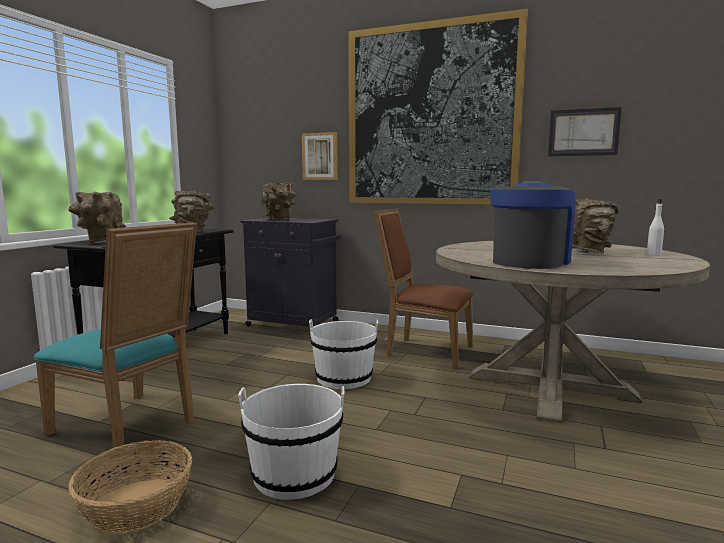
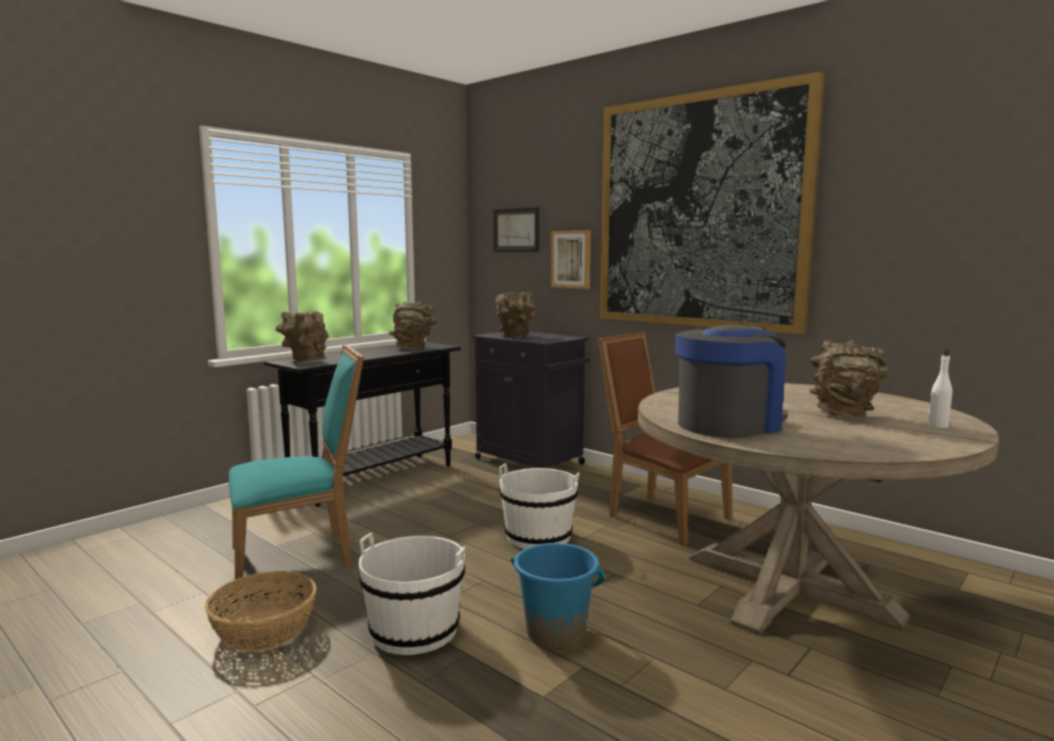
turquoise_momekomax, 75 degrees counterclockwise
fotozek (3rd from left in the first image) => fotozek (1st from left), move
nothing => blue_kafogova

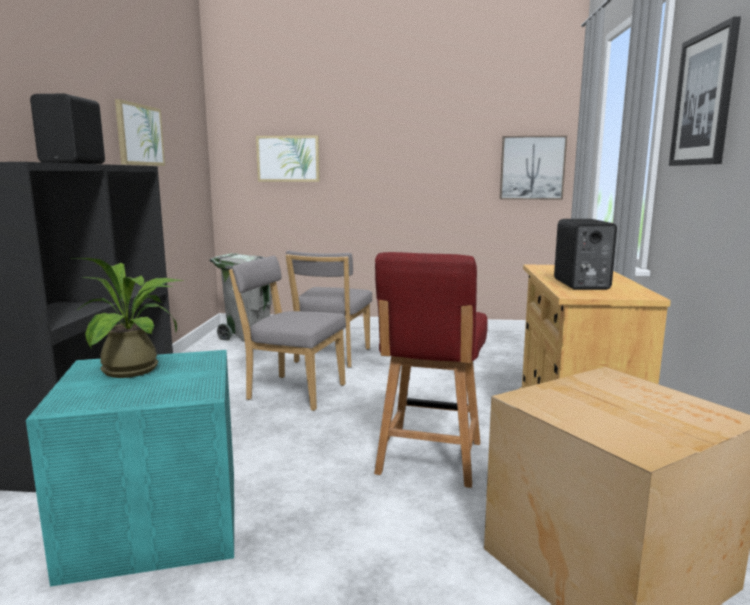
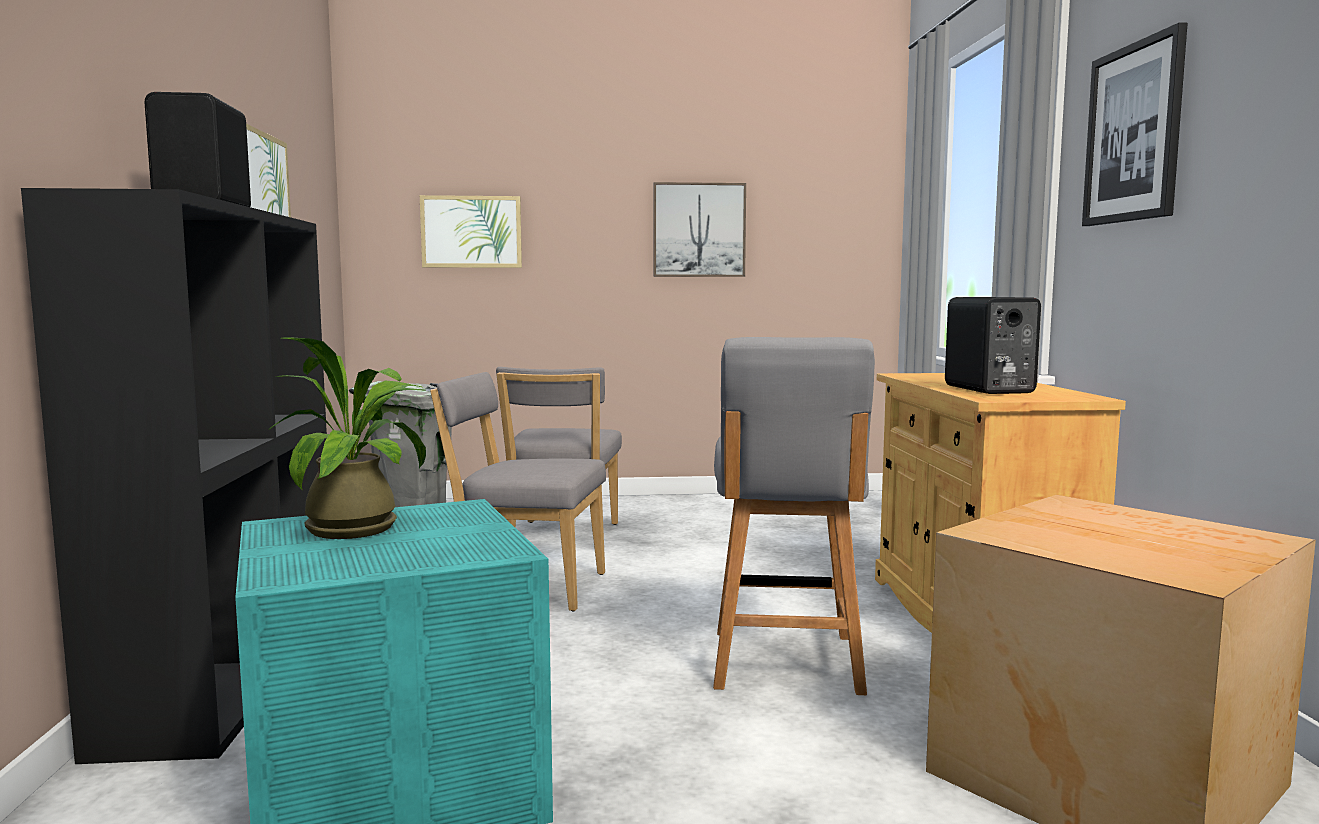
red_momekomax => grey_momekomax (3rd from left)
fotozek (3rd from left), move

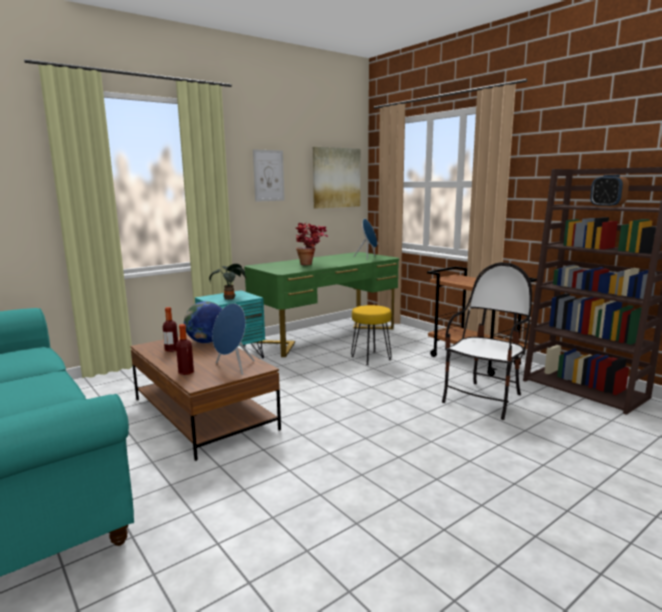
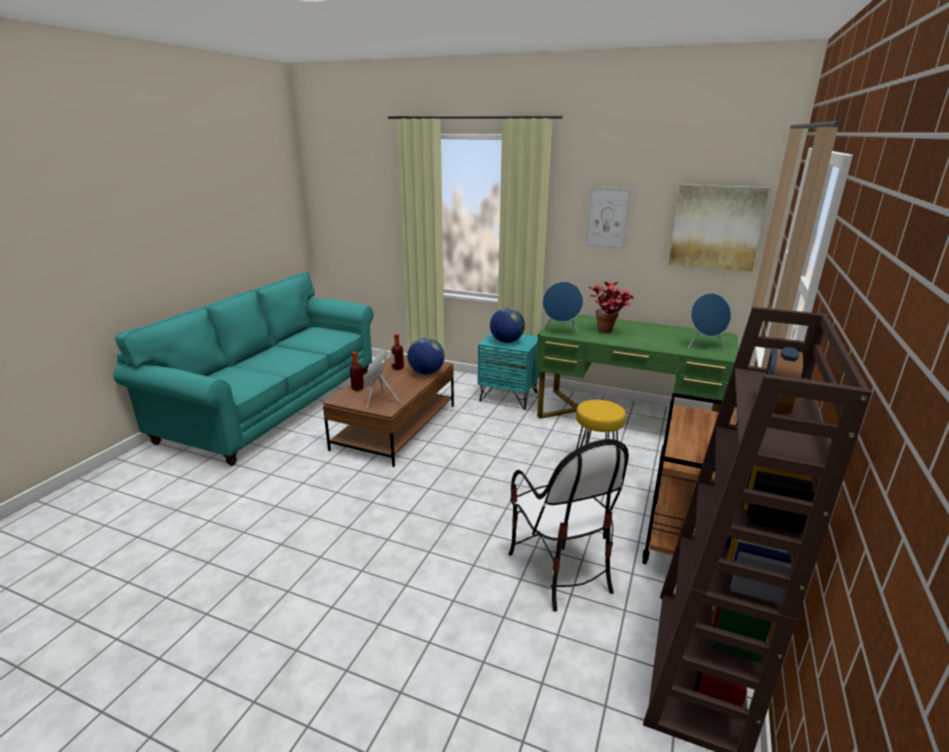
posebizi (1st from left) => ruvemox (2nd from left)
momekomax, 60 degrees clockwise
nothing => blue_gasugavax (2nd from left)

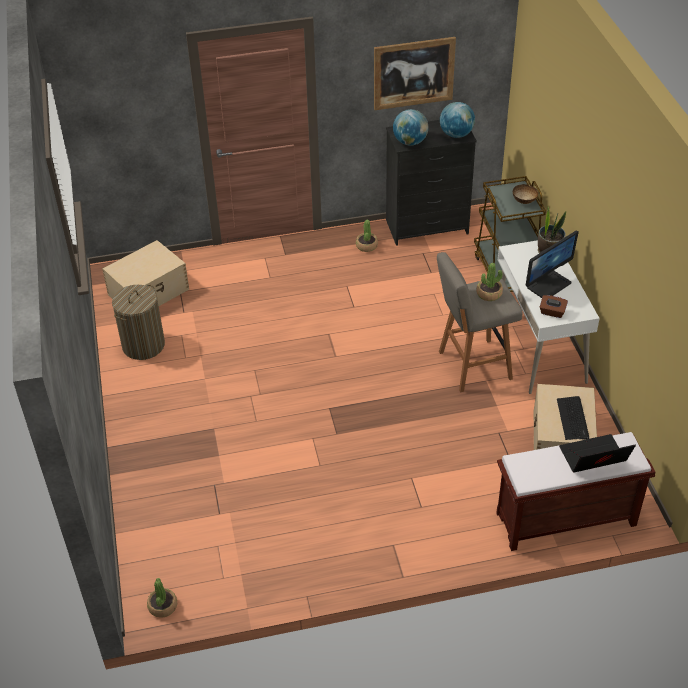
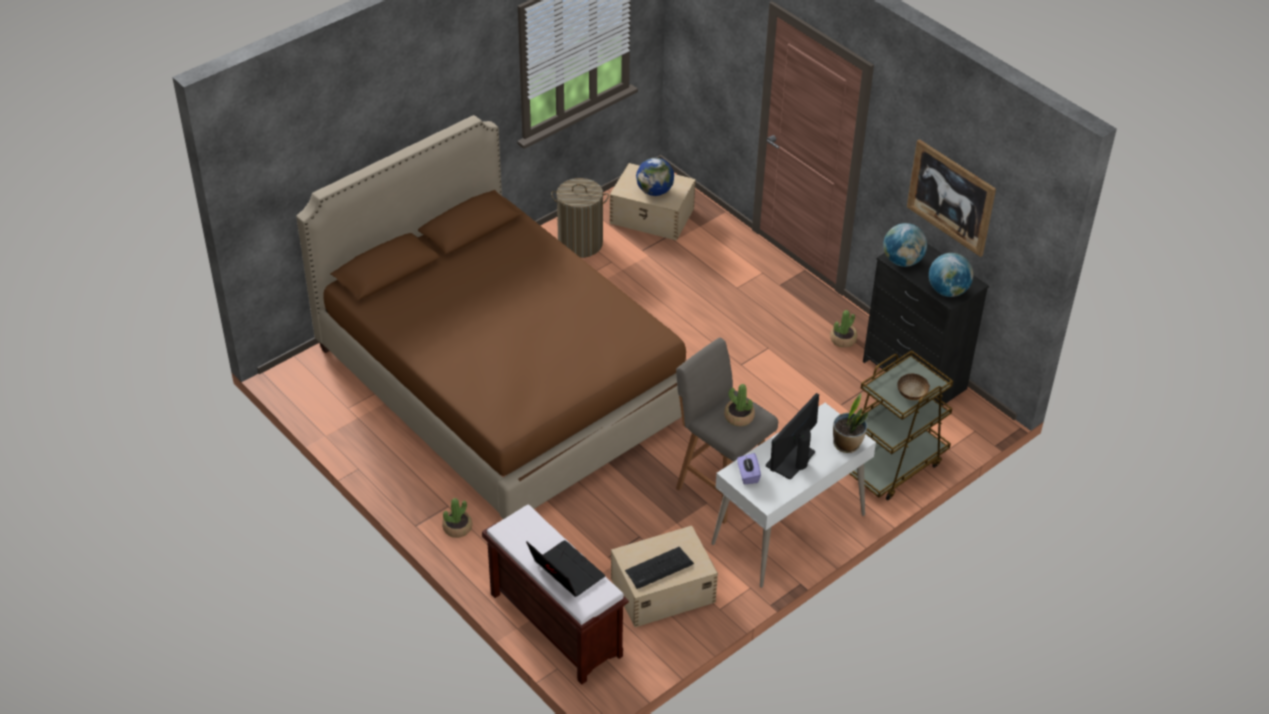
posebizi (1st from left), move
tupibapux, 105 degrees clockwise
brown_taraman => purple_taraman
nothing => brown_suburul
nothing => ruvemox (1st from left)

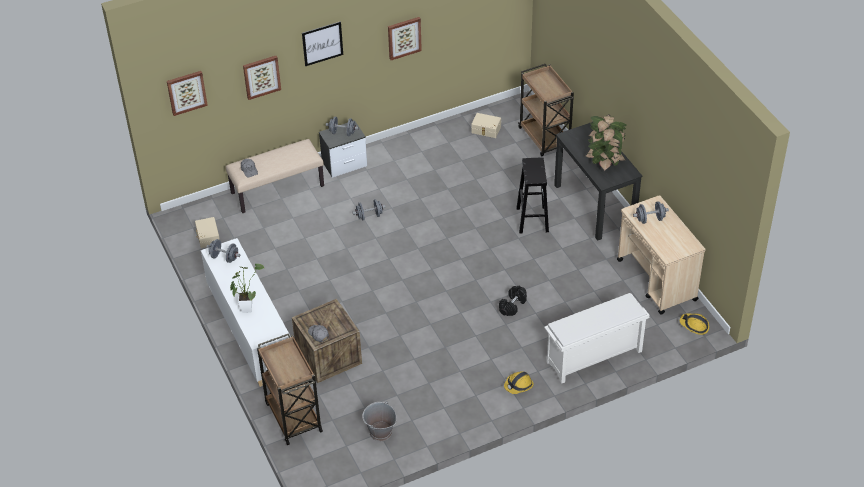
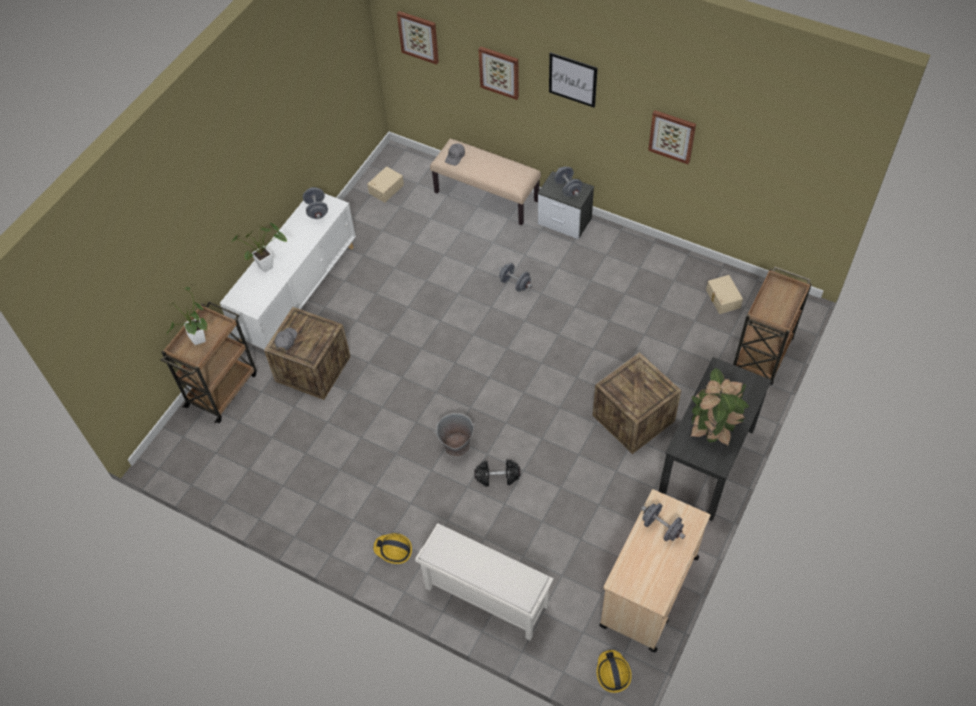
grey_kafogova, move
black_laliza => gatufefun (2nd from left)
nothing => posebizi (1st from left)

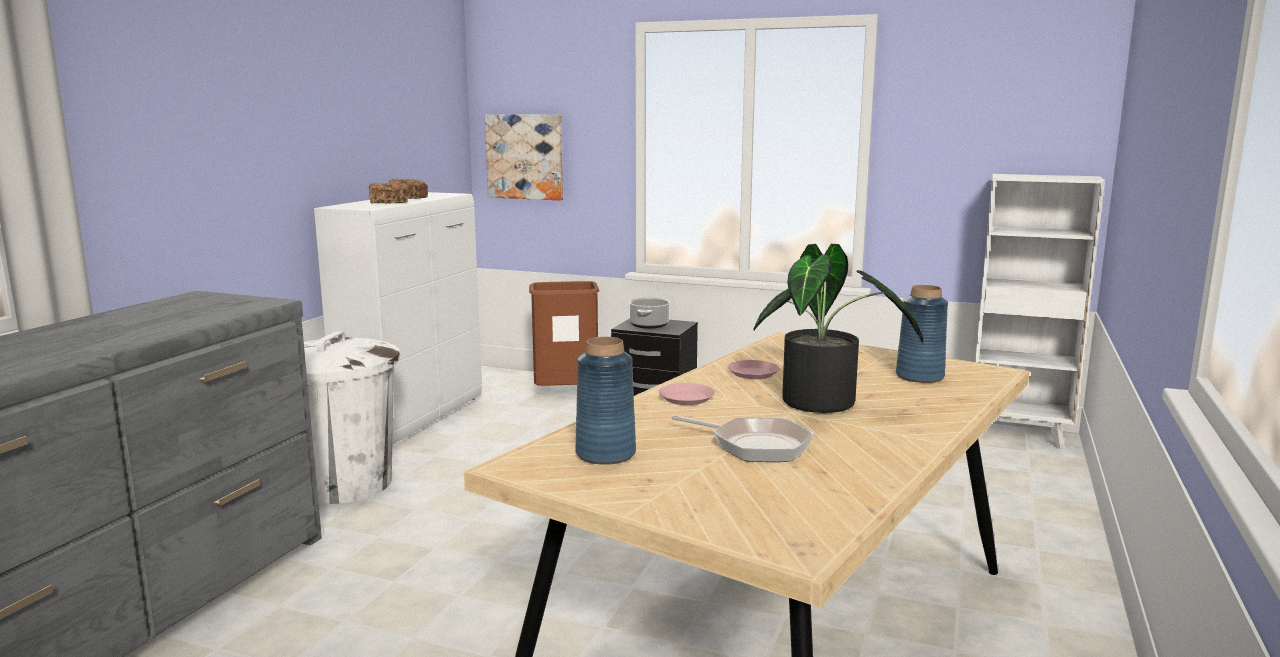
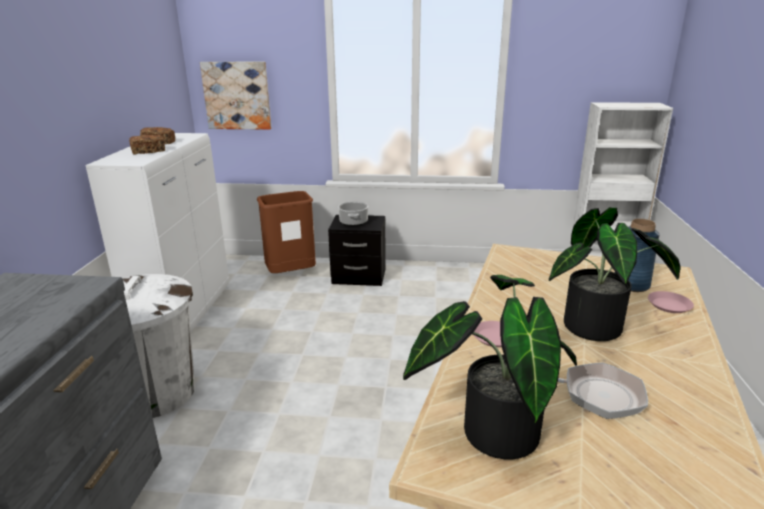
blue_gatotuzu (1st from left) => posebizi (1st from left)
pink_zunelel (2nd from left), move

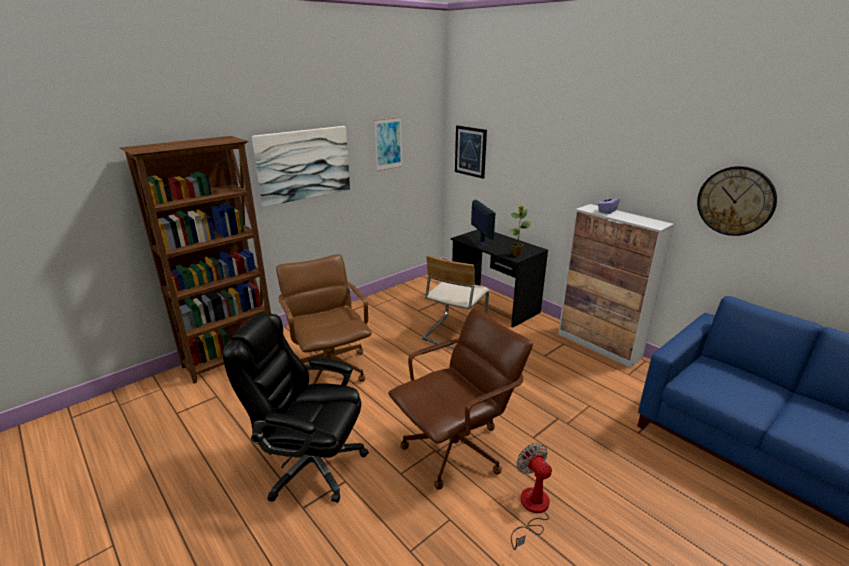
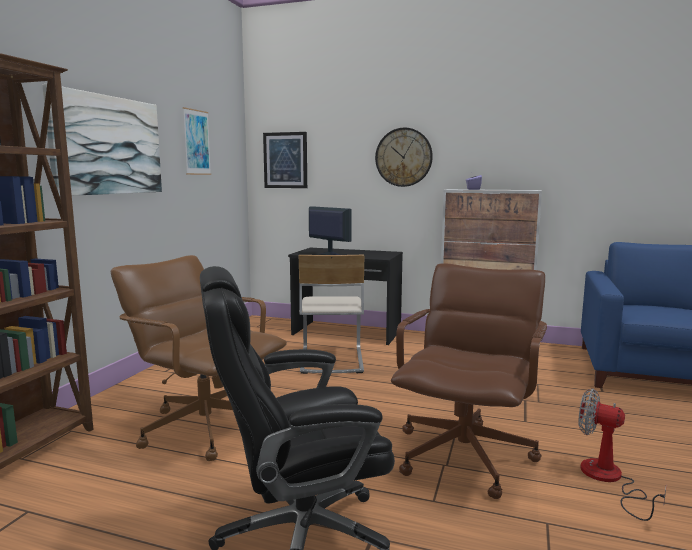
posebizi => nothing
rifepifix, move

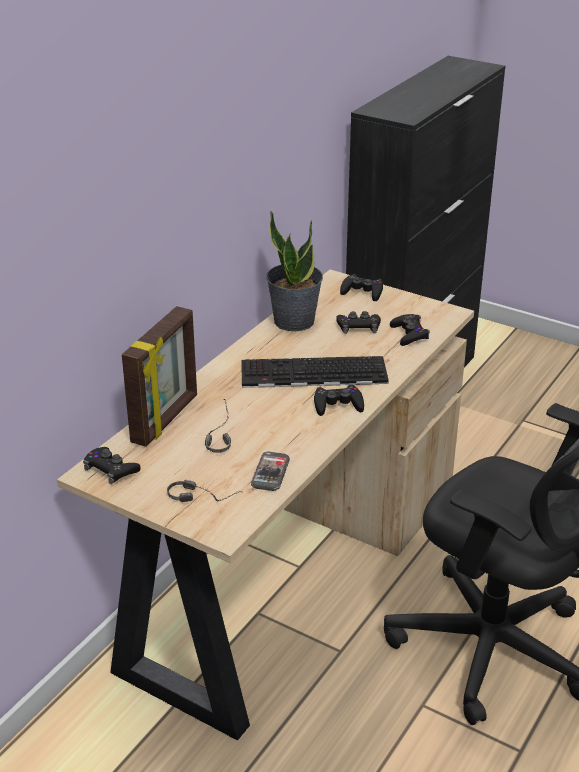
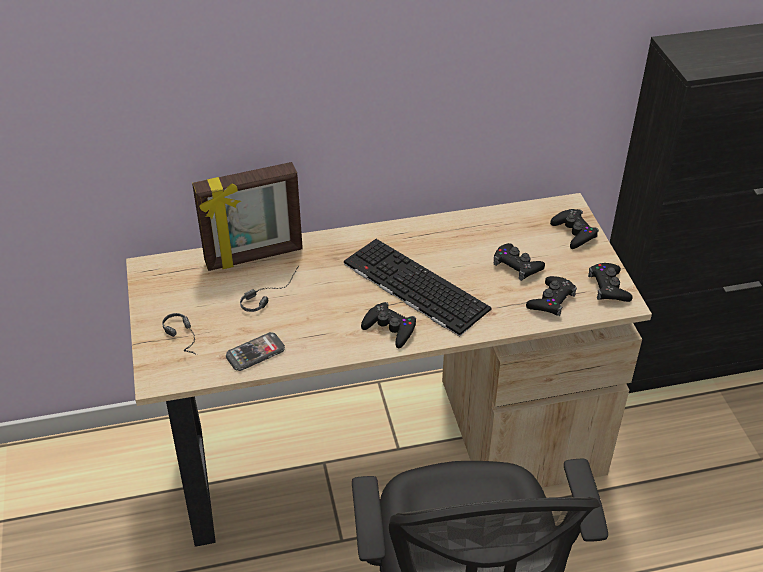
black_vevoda (1st from left in the first image) => black_vevoda (5th from left), move
posebizi => nothing

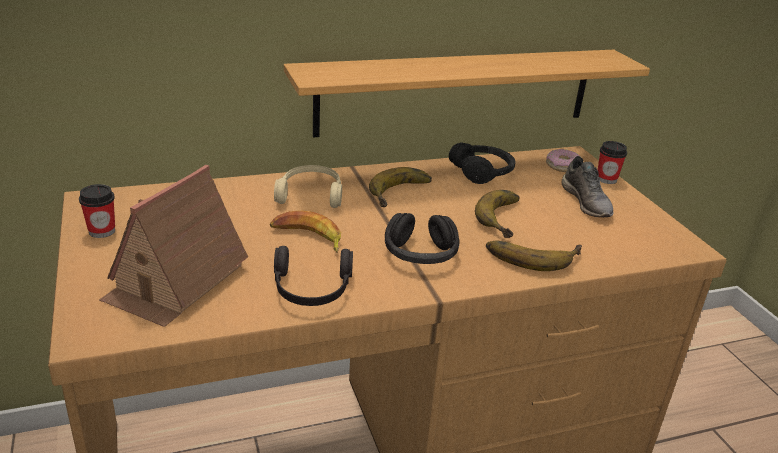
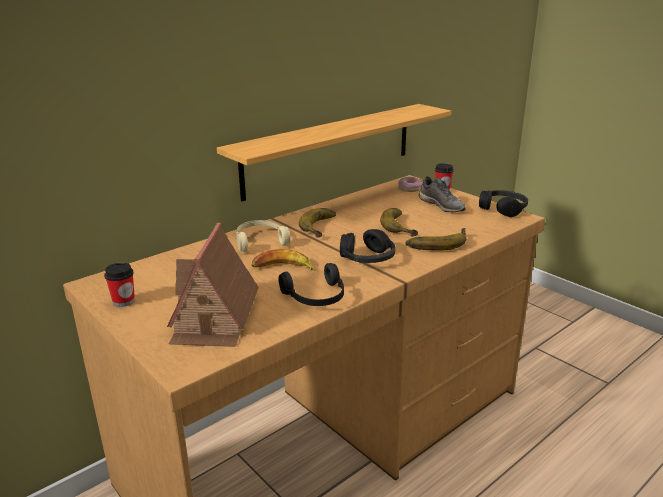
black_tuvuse (3rd from left), move

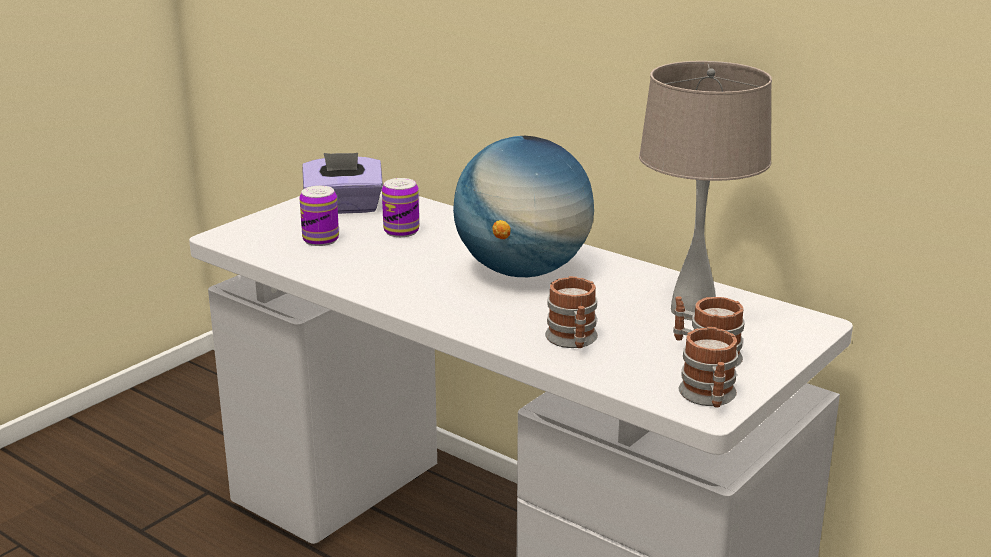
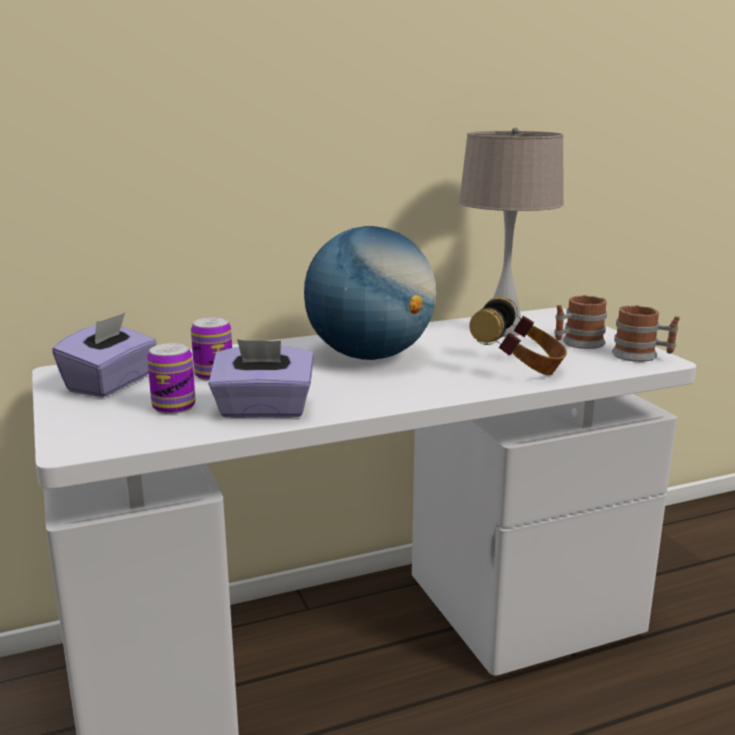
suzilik (1st from left) => tuvuse
nothing => purple_taraman (2nd from left)

